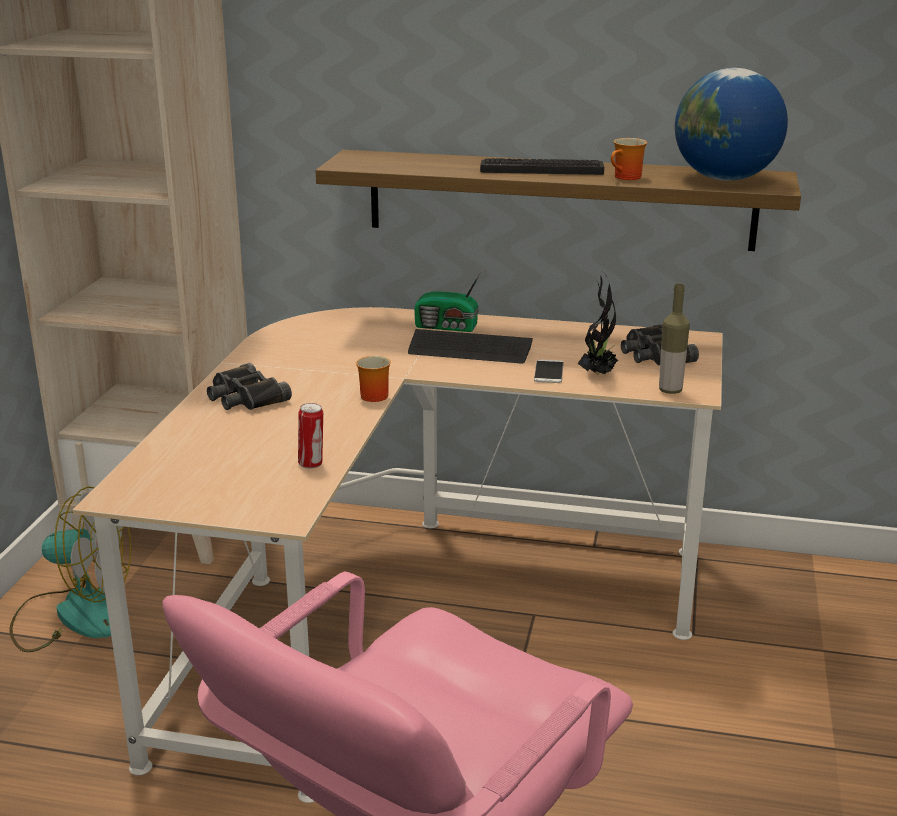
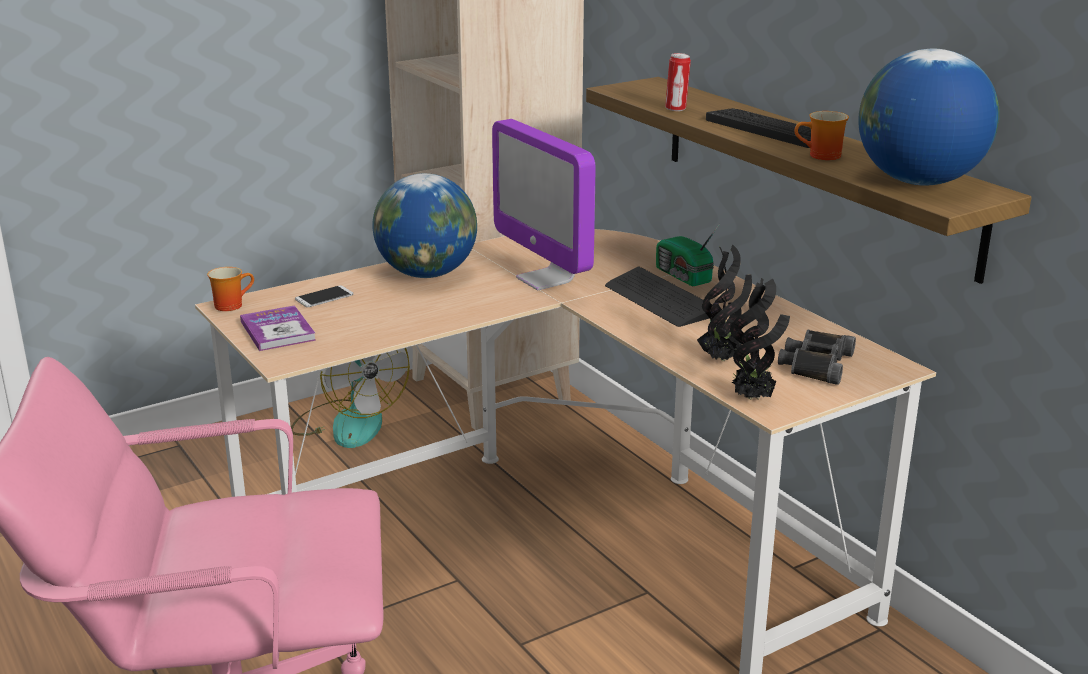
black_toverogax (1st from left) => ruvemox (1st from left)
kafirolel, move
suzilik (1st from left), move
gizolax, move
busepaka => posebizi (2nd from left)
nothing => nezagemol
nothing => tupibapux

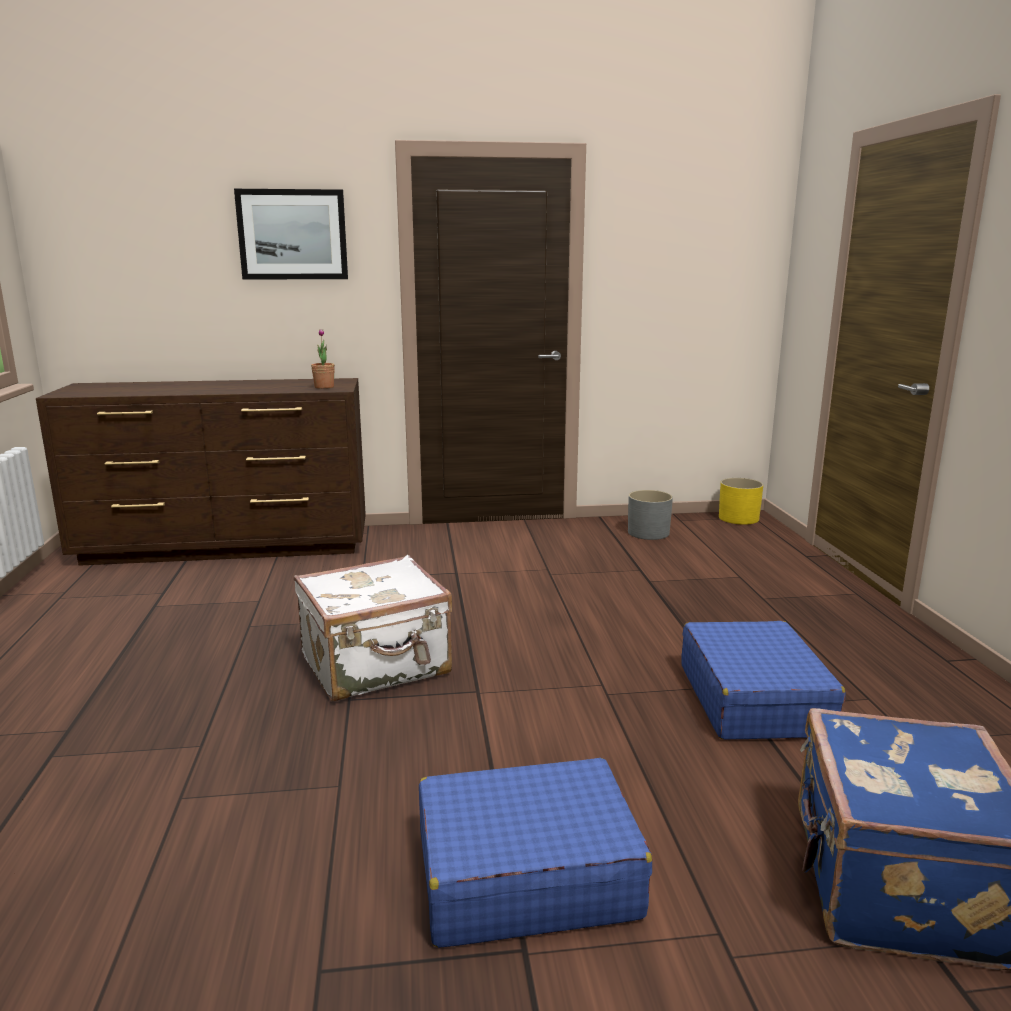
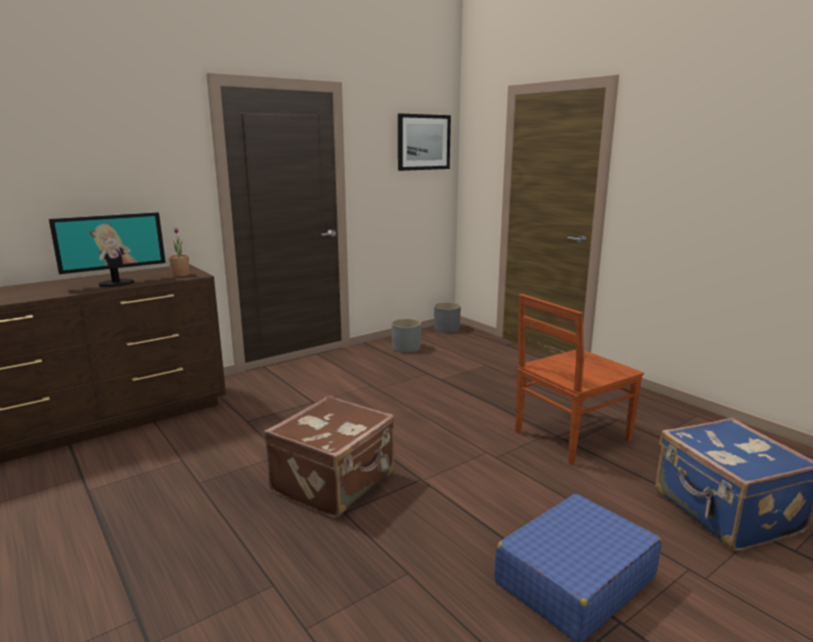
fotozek, move
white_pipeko => brown_pipeko
blue_pipeko (2nd from left) => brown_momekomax
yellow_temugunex => grey_temugunex (2nd from left)
nothing => tupibapux

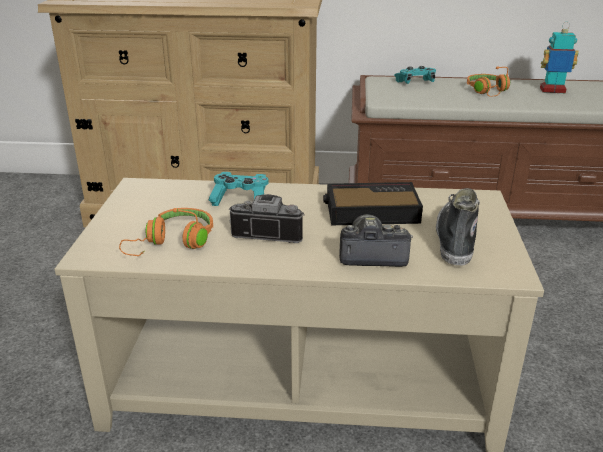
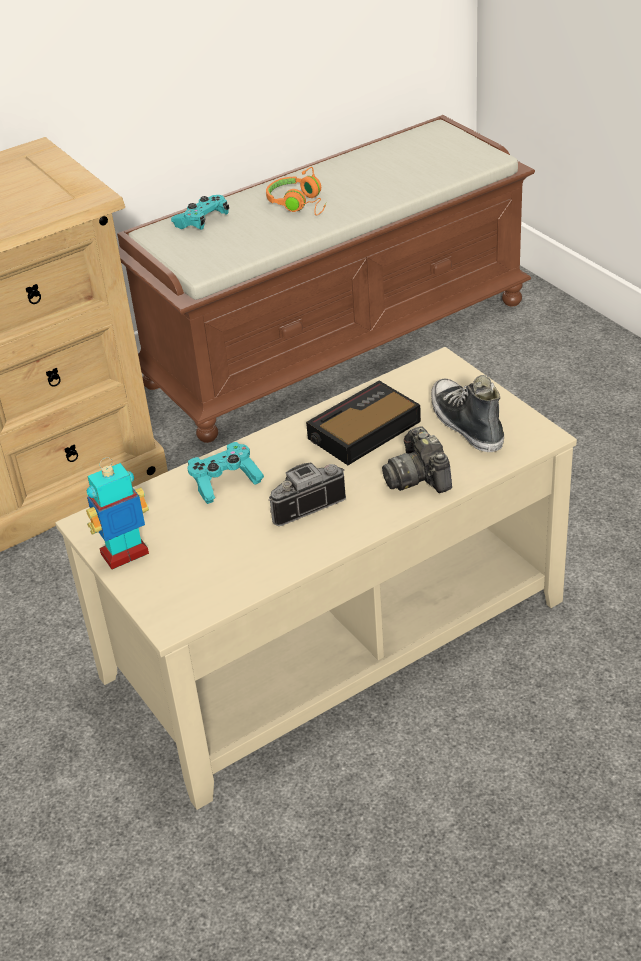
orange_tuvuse (1st from left) => nothing
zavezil (2nd from left), 75 degrees counterclockwise
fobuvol, move

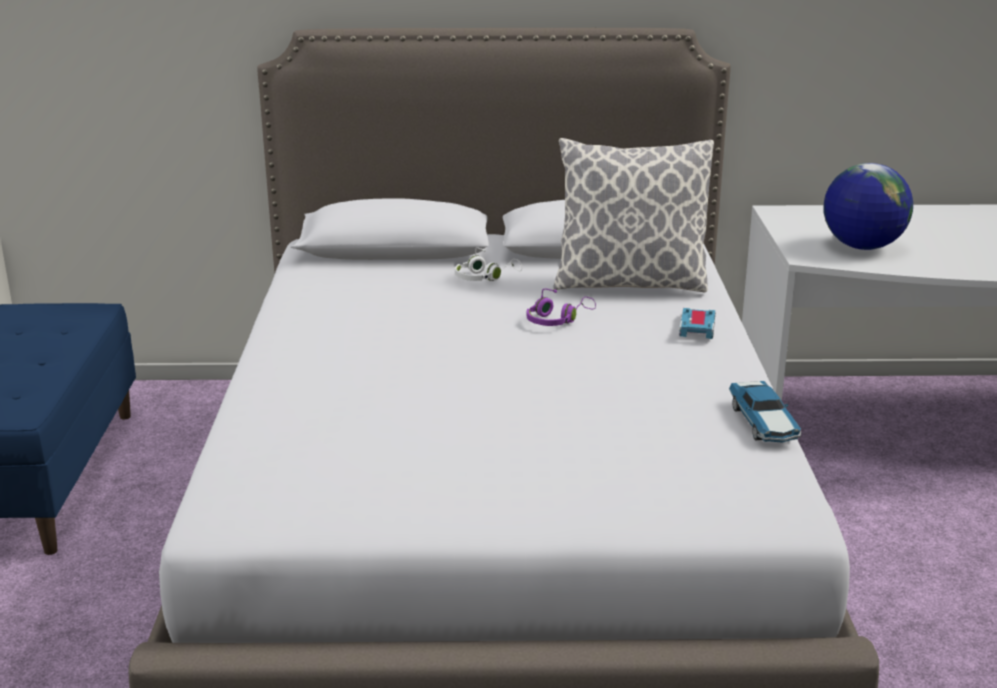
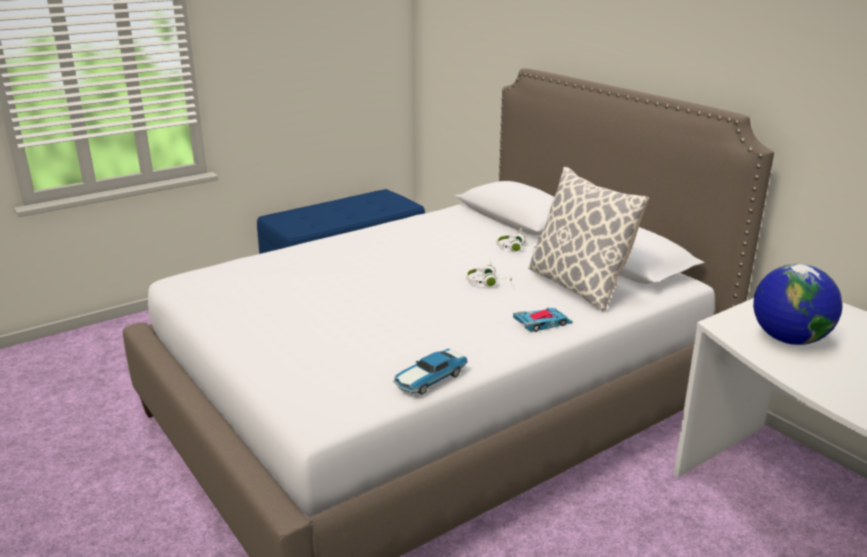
purple_tuvuse => white_tuvuse (1st from left)

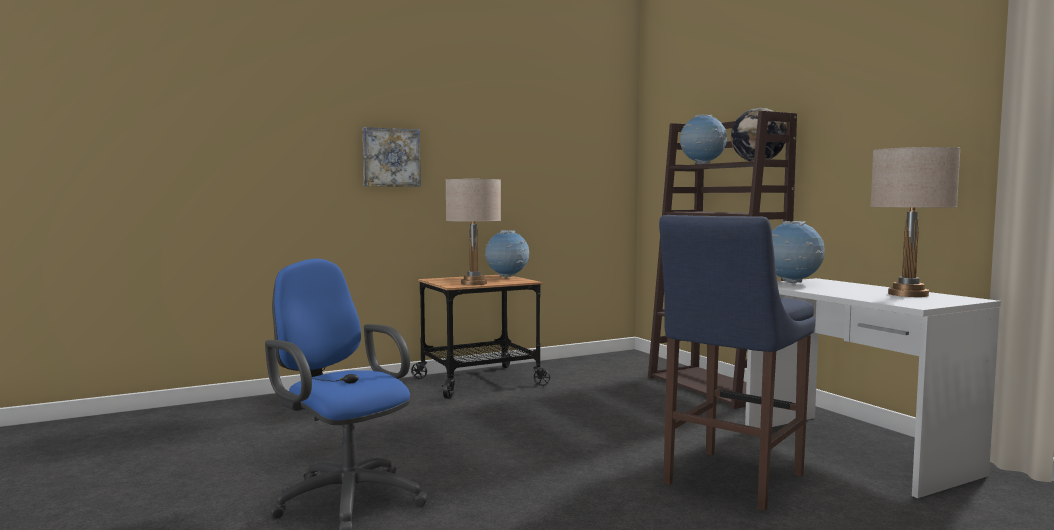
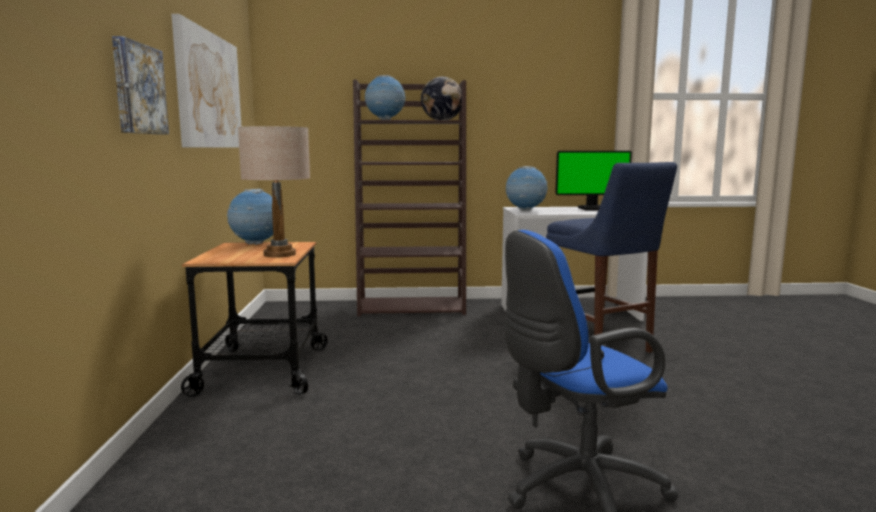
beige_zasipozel (2nd from left) => tupibapux
nothing => fotozek (2nd from left)

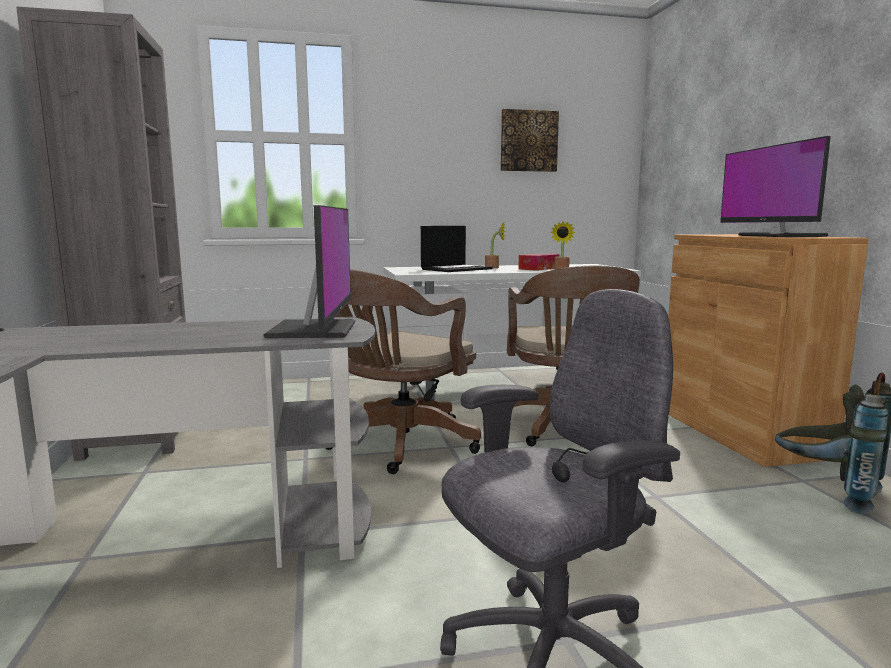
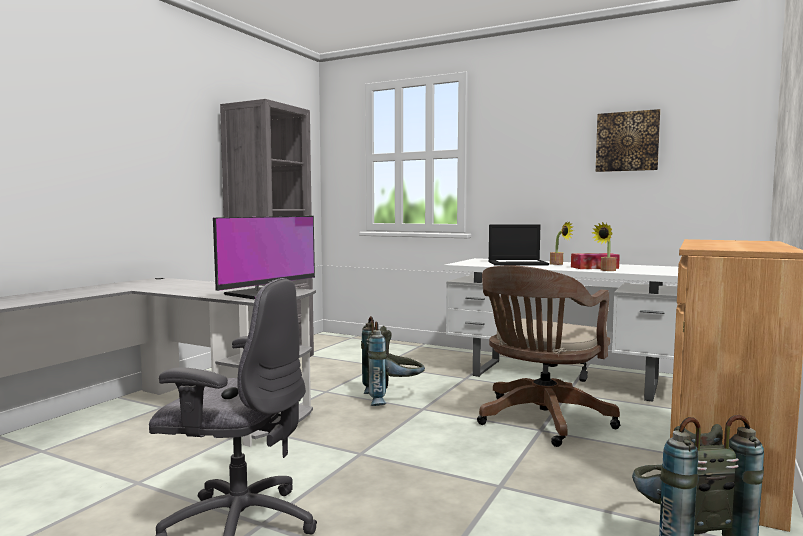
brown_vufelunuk (1st from left) => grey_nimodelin (1st from left)
tupibapux (2nd from left) => nothing

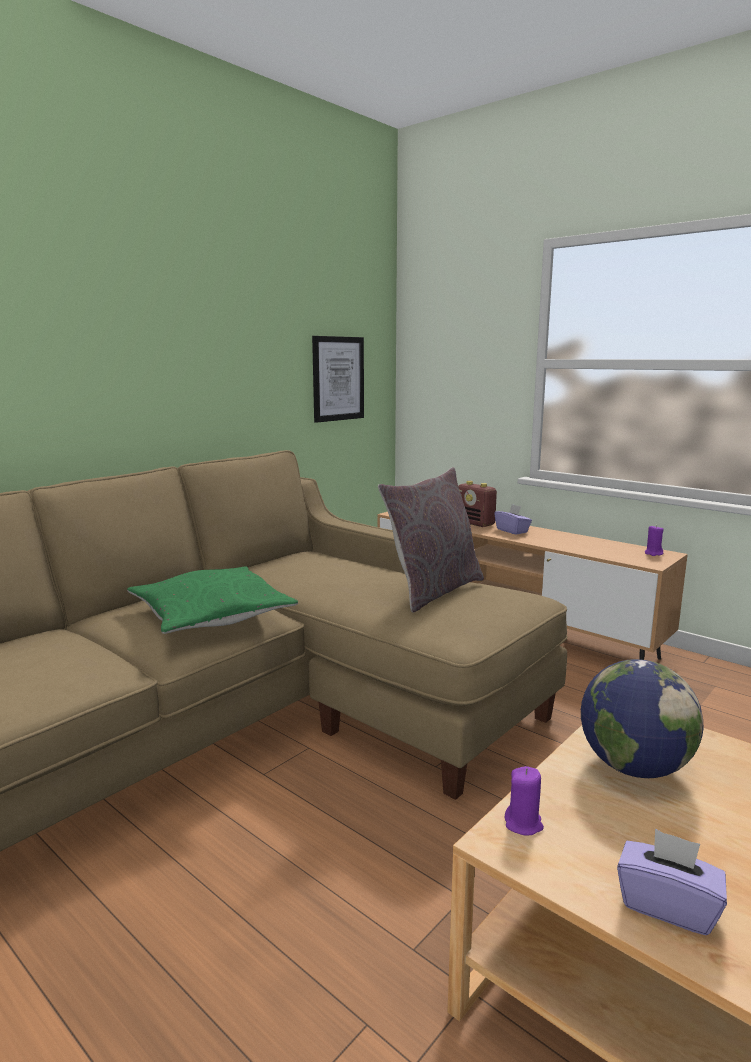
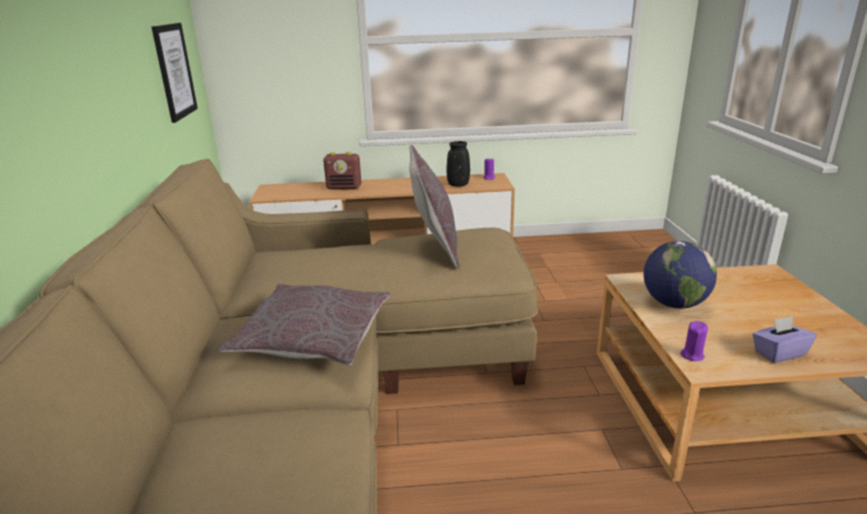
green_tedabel => grey_tedabel (1st from left)
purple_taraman (1st from left) => nothing
nothing => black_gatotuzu

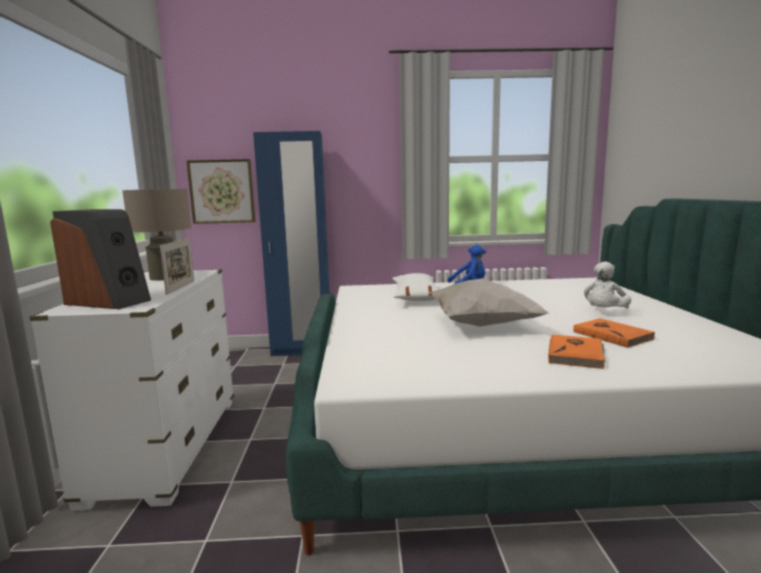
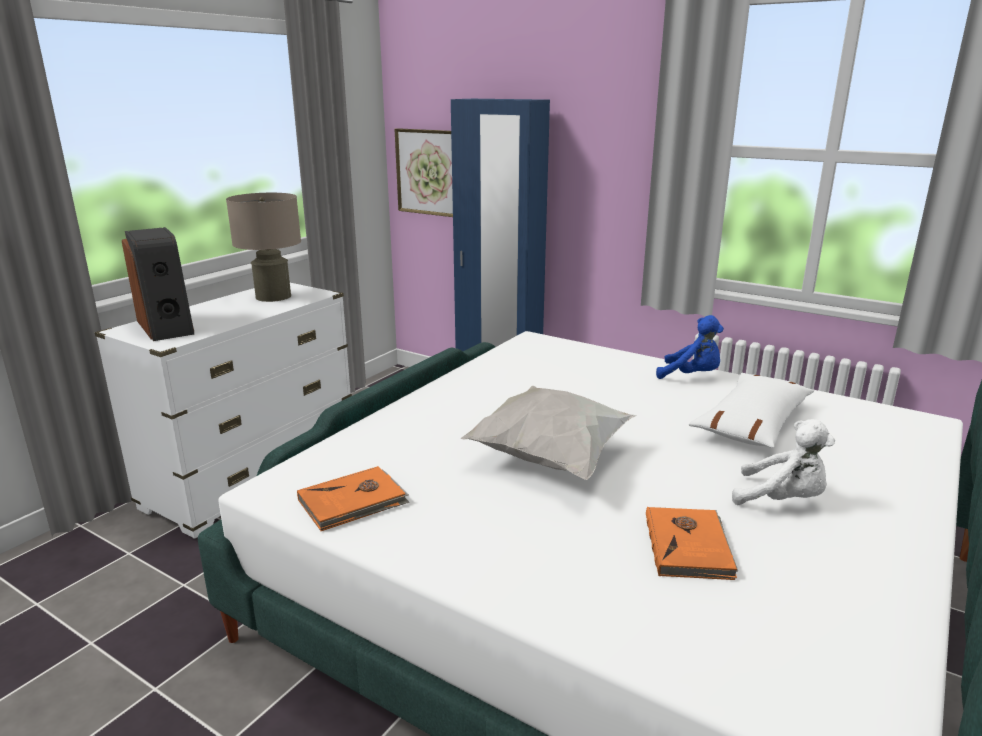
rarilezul => nothing
white_tedabel (1st from left in the first image) => white_tedabel (2nd from left), move
orange_nezagemol (1st from left), move
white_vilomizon, 135 degrees counterclockwise

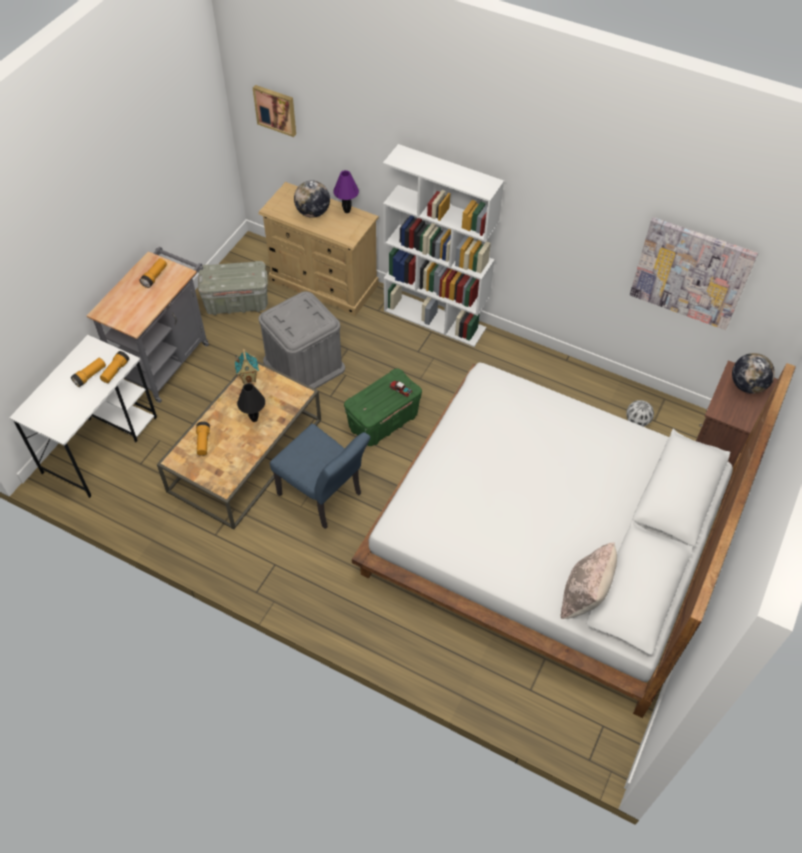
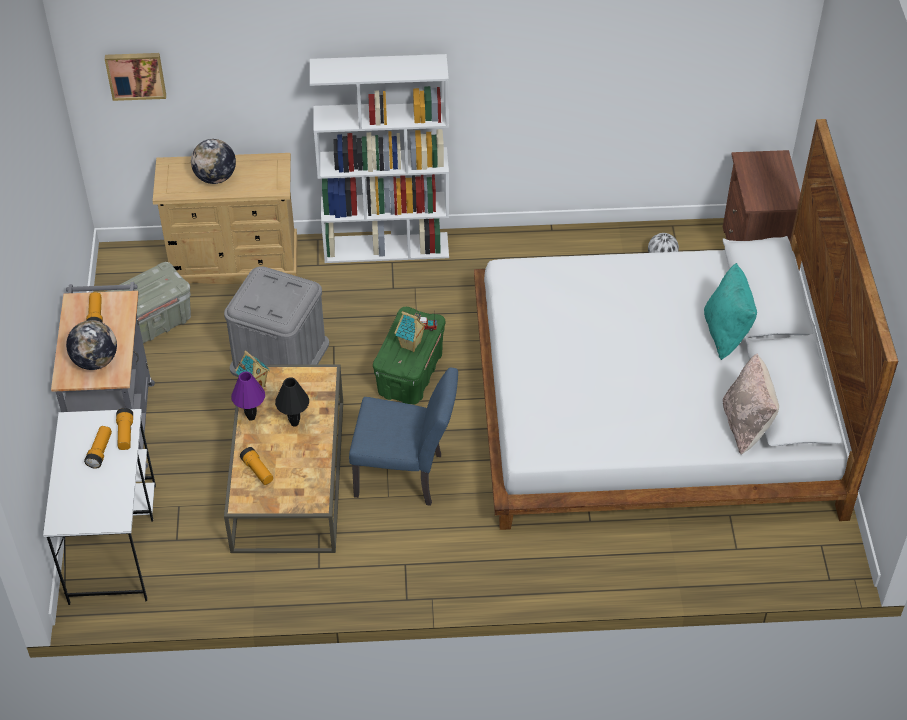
purple_zasipozel, move
fotozek (2nd from left) => nothing
ruvemox (2nd from left in the first image) => ruvemox (1st from left), move
nothing => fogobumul (2nd from left)
nothing => turquoise_tedabel

